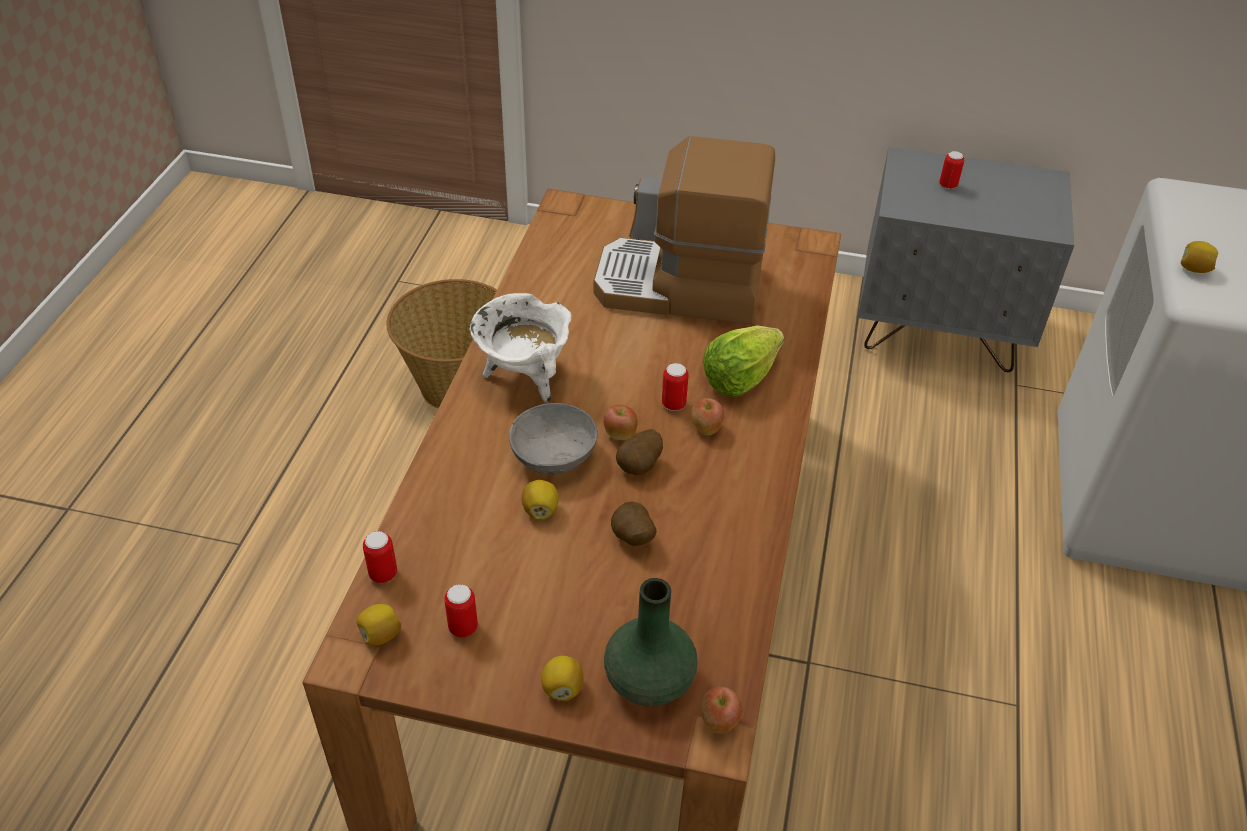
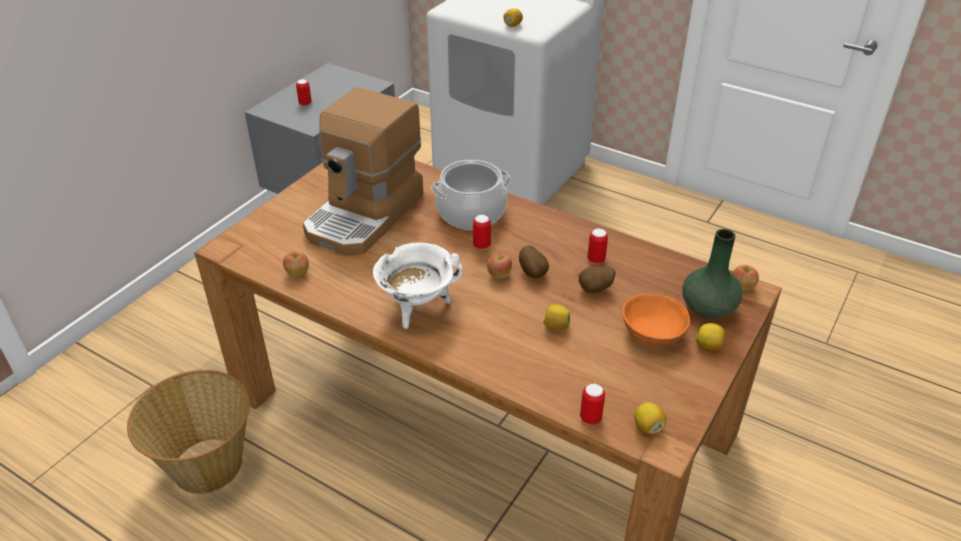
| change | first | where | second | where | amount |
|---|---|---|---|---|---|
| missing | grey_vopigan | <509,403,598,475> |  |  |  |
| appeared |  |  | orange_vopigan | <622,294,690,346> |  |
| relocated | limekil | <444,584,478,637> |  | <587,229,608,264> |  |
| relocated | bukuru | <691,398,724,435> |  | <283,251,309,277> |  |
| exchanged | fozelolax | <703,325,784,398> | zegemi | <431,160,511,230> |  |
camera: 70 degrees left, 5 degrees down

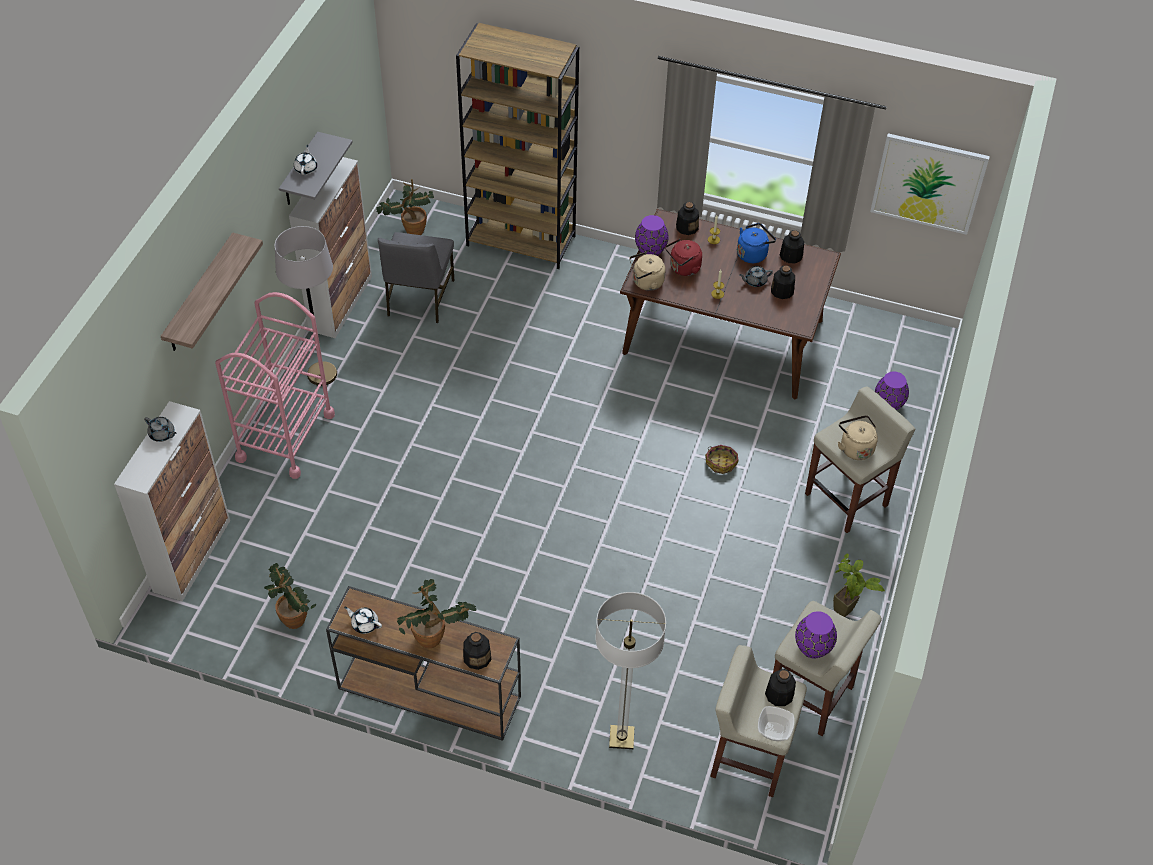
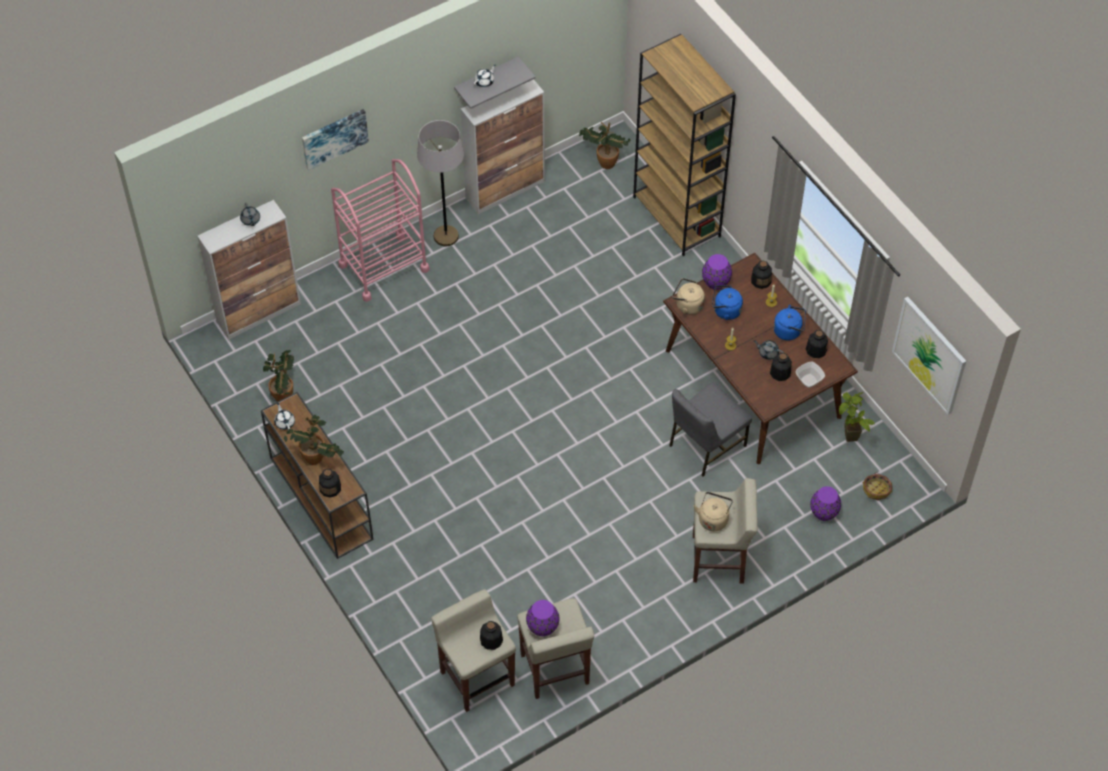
| change | first | where | second | where | amount |
|---|---|---|---|---|---|
| missing | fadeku | <595,592,666,749> |  |  |  |
| relocated | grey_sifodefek | <378,232,454,323> |  | <669,382,752,477> |  |
| relocated | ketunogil | <705,445,739,474> |  | <863,472,892,500> |  |
| relocated | vopigan | <758,706,795,741> |  | <795,361,825,388> |  |
| relocated | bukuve | <833,553,885,617> |  | <839,392,875,442> |  |
| exchanged | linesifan | <161,232,263,351> | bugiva | <302,109,369,170> |  |
| colour | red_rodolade | <665,239,702,276> | blue_rodolade | <712,285,743,320> |  |
camera: 40 degrees right, 5 degrees up

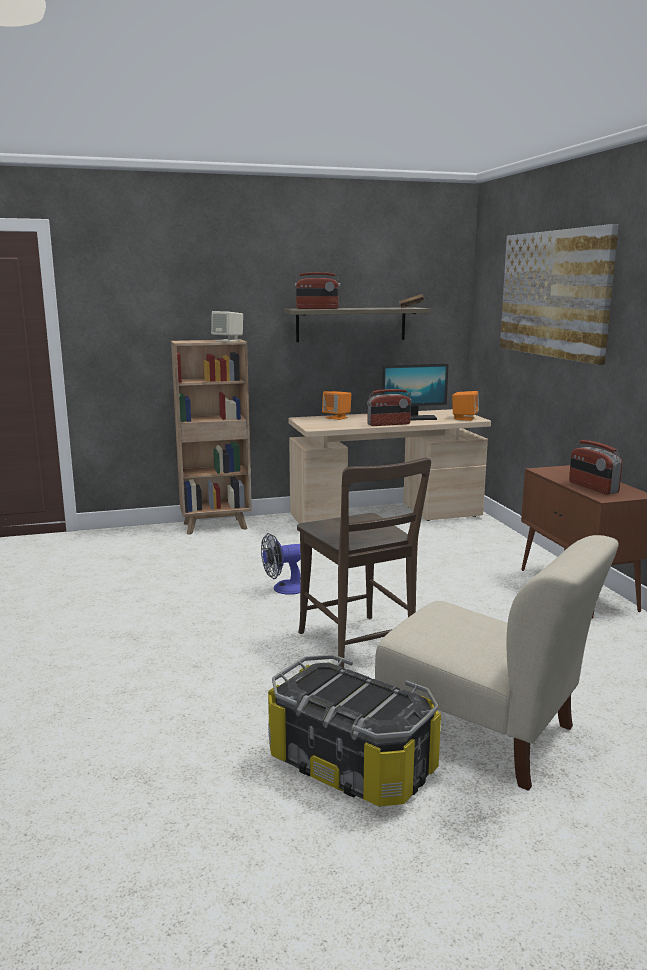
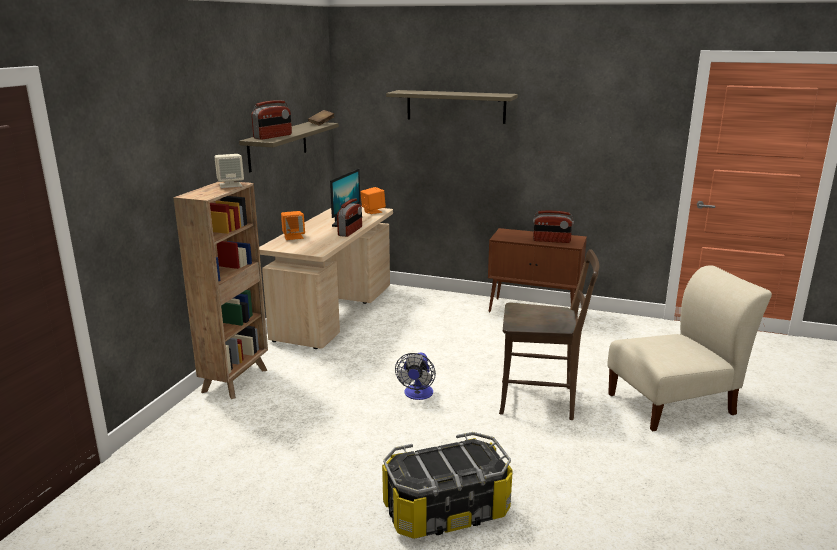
| change | first | where | second | where | amount |
|---|---|---|---|---|---|
| relocated | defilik | <268,655,441,807> |  | <382,432,513,539> |  |
| exchanged | bugiva | <500,224,619,365> | linesifan | <386,90,518,124> |  |
camera: 55 degrees left, 5 degrees up

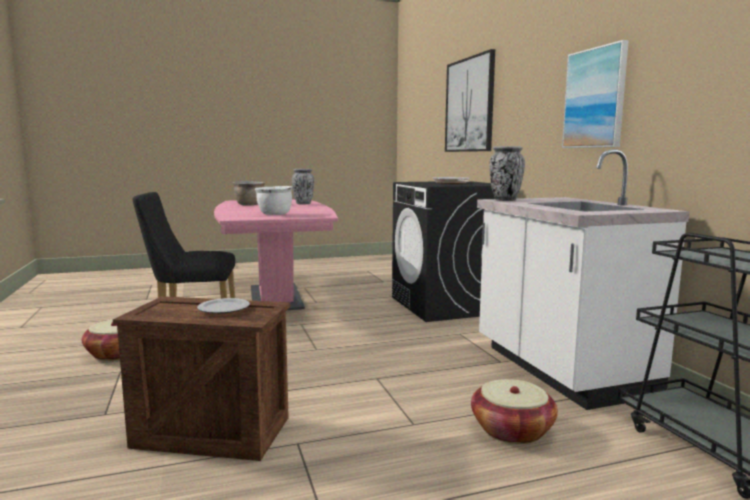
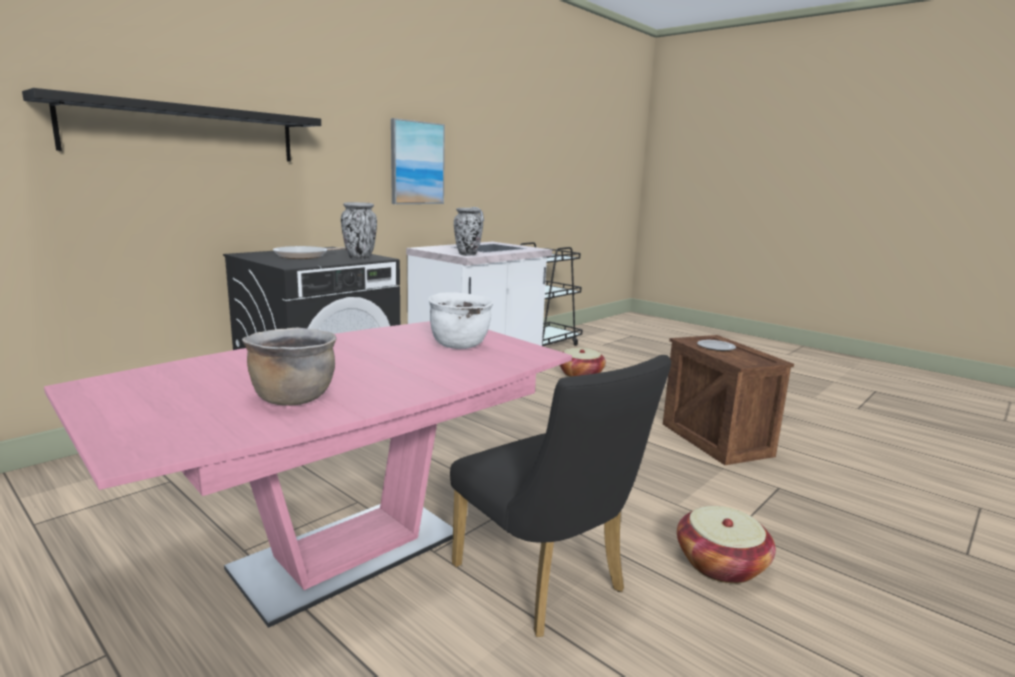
| change | first | where | second | where | amount |
|---|---|---|---|---|---|
| relocated | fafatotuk | <292,169,314,204> |  | <341,202,377,260> |  |
| exchanged | bugiva | <445,49,495,152> | black_linesifan | <22,88,321,162> |  |
camera: 120 degrees left, 5 degrees up

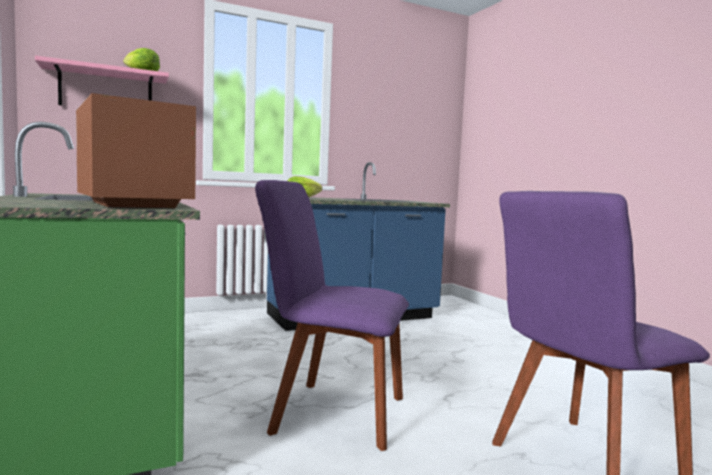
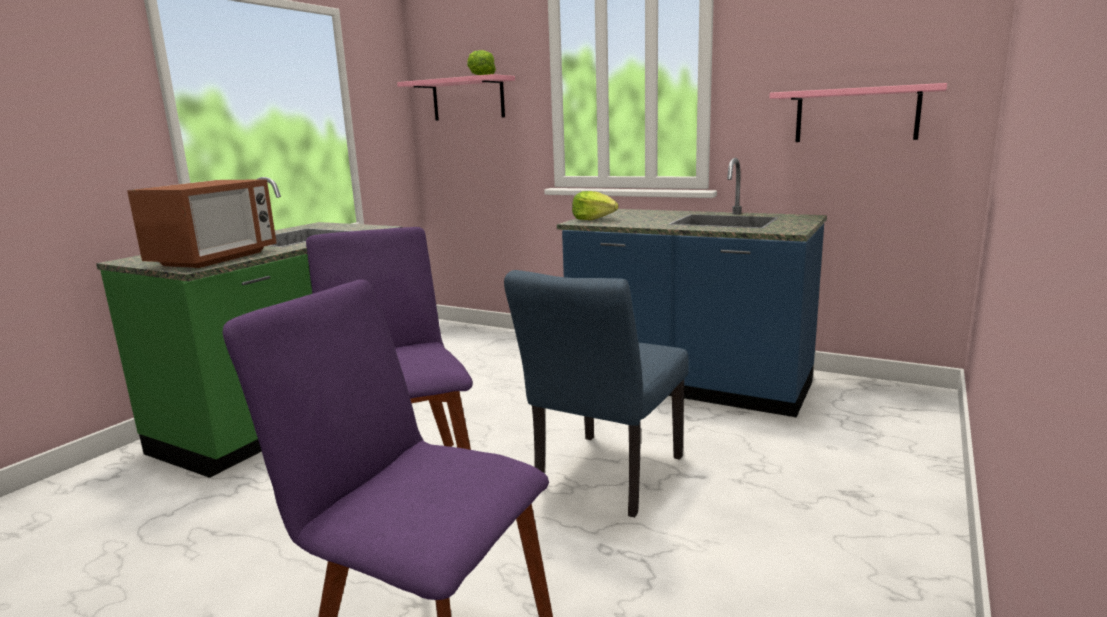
| change | first | where | second | where | amount |
|---|---|---|---|---|---|
| appeared |  |  | blue_sifodefek | <504,270,689,517> |  |
| appeared |  |  | pink_linesifan | <770,83,947,142> |  |
camera: 55 degrees right, 10 degrees up

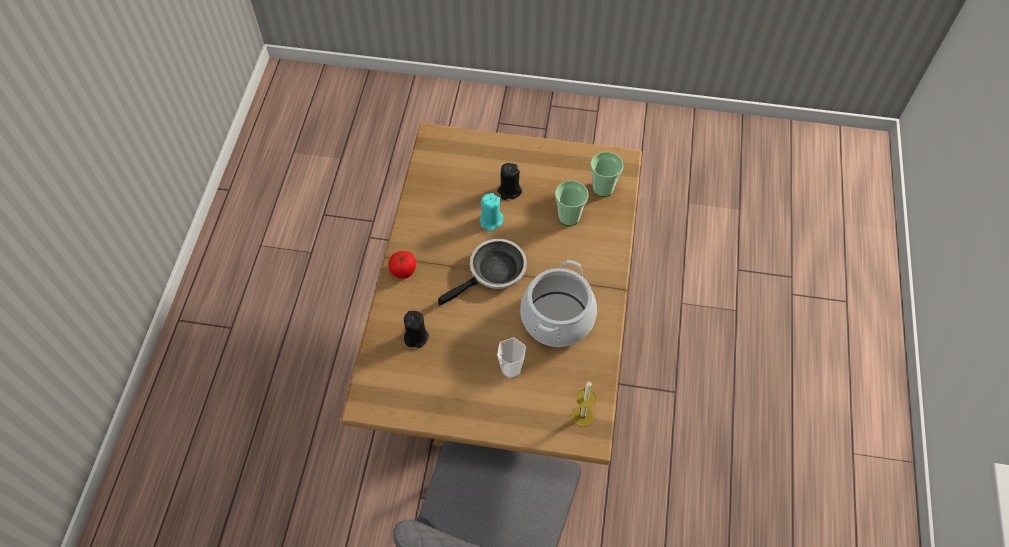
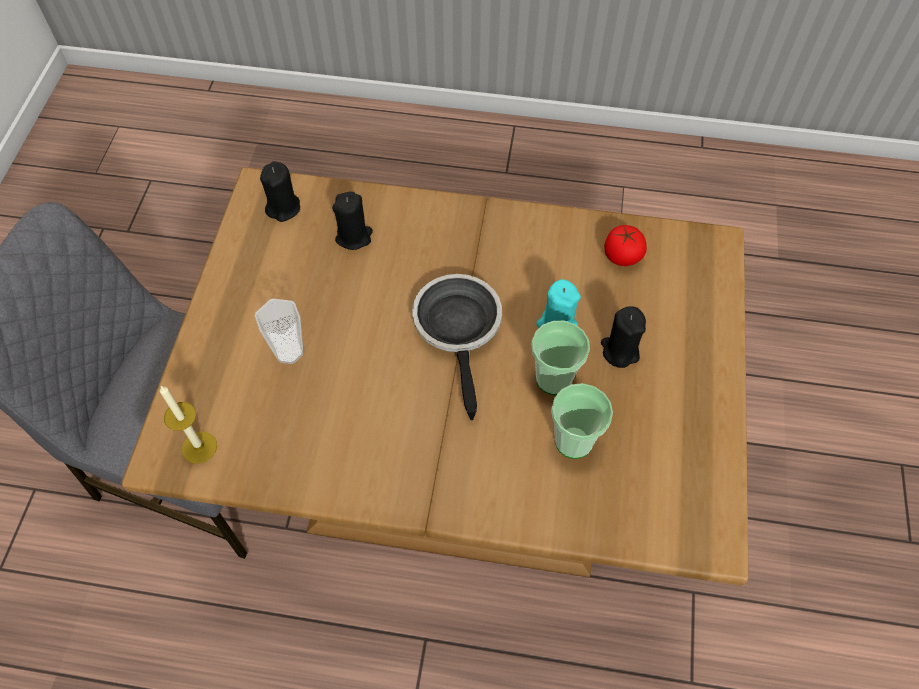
| change | first | where | second | where | amount |
|---|---|---|---|---|---|
| missing | zegemi | <520,260,597,347> |  |  |  |
| appeared |  |  | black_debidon | <260,161,300,222> |  |
| relocated | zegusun | <389,251,416,278> |  | <604,225,647,266> |  |
| relocated | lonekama | <590,152,623,197> |  | <531,321,590,395> |  |
| spun | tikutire | <438,239,527,306> |  | <412,274,502,420> | 150 degrees counterclockwise |
camera: 90 degrees right, 0 degrees up

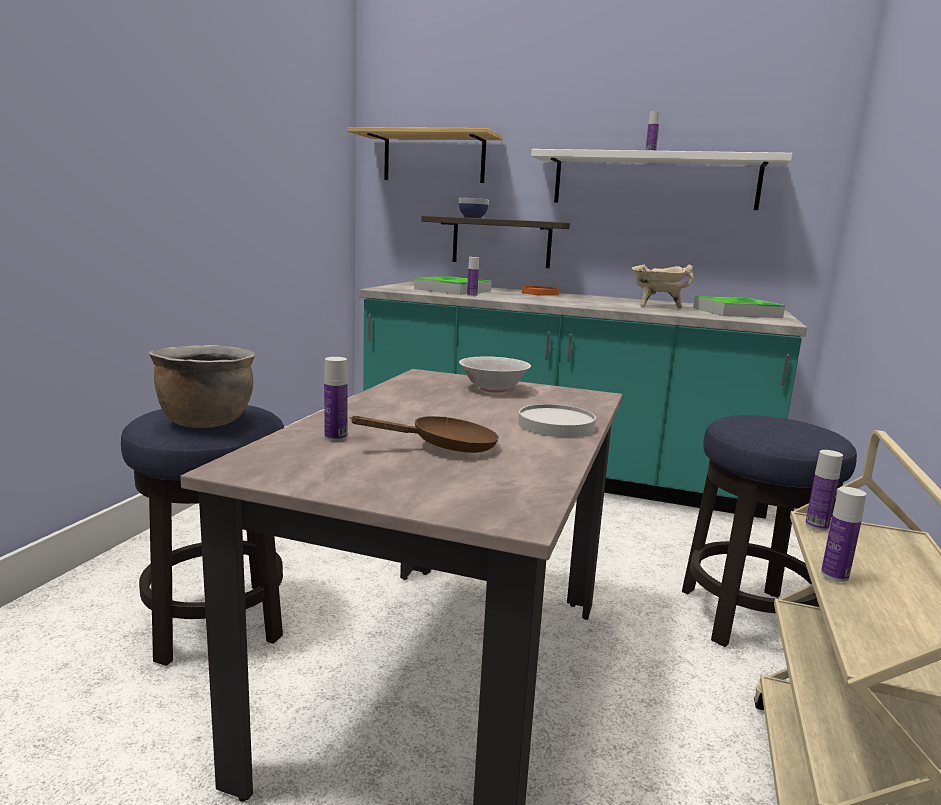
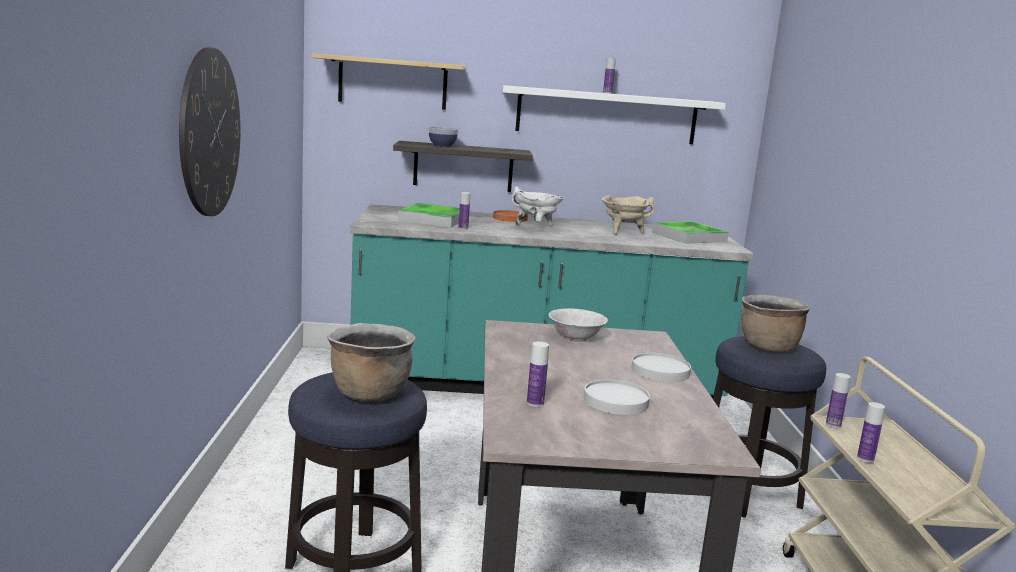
| change | first | where | second | where | amount |
|---|---|---|---|---|---|
| appeared |  |  | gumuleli | <179,47,241,216> |  |
| appeared |  |  | white_zegemi | <511,187,564,226> |  |
| appeared |  |  | brown_zegemi | <741,295,810,353> |  |
| exchanged | brown_tikutire | <349,416,499,453> | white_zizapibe | <584,380,650,415> |  |
camera: 20 degrees left, 0 degrees up

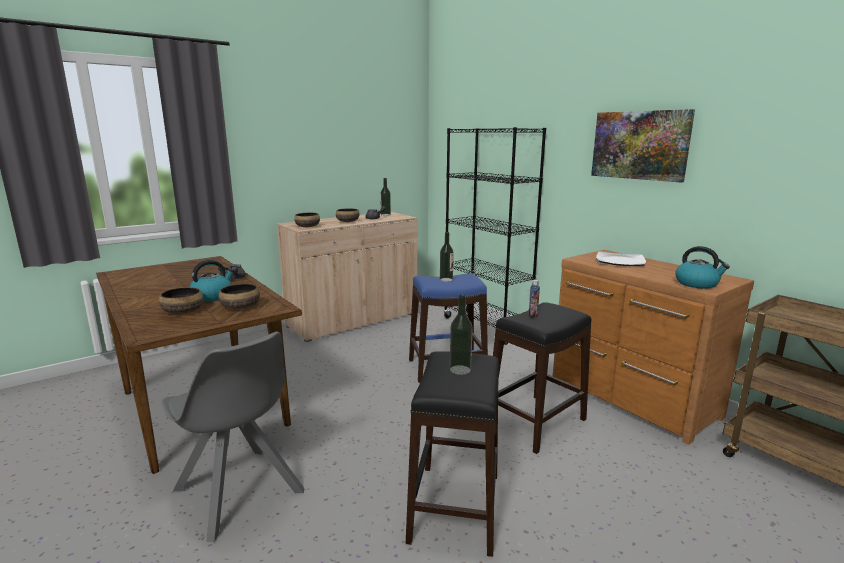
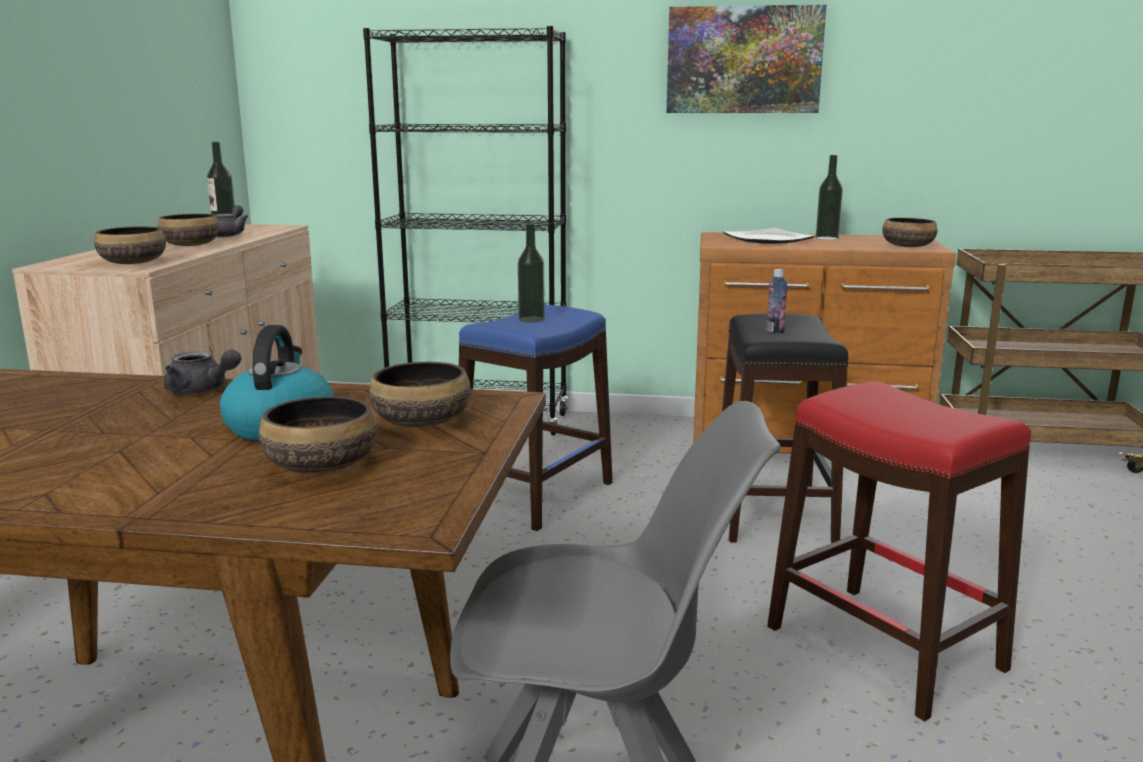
| change | first | where | second | where | amount |
|---|---|---|---|---|---|
| relocated | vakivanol | <450,295,473,375> |  | <816,155,843,240> |  |
| exchanged | rodolade | <675,246,730,288> | vopigan | <882,218,937,247> |  |
| colour | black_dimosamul | <406,351,499,557> | red_dimosamul | <767,381,1031,721> |  |
camera: 45 degrees left, 0 degrees up

